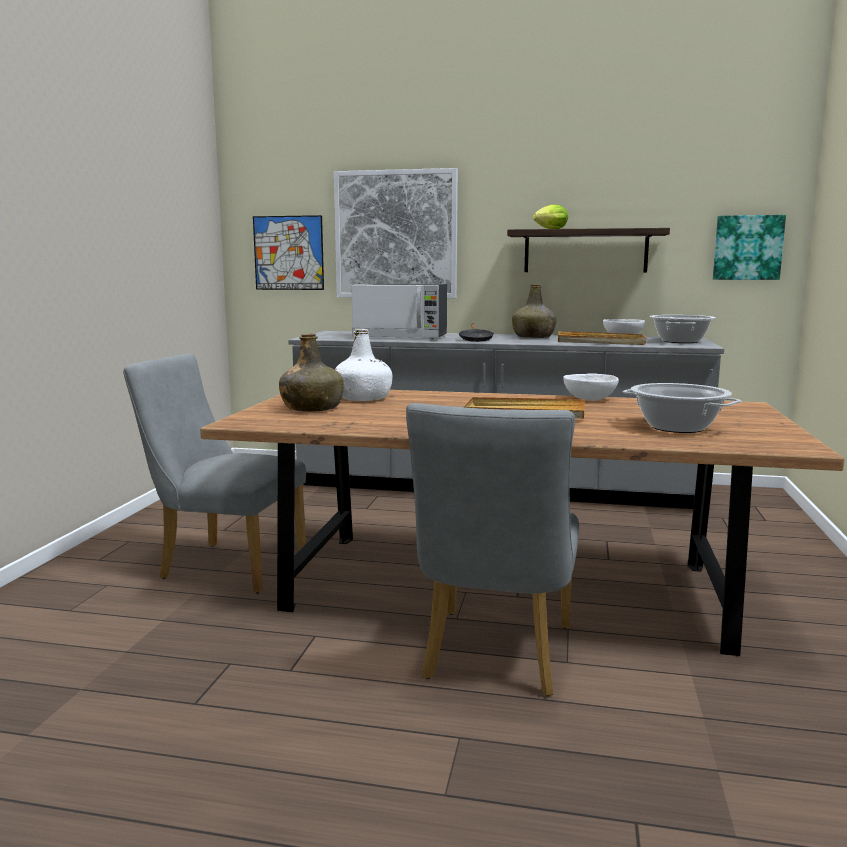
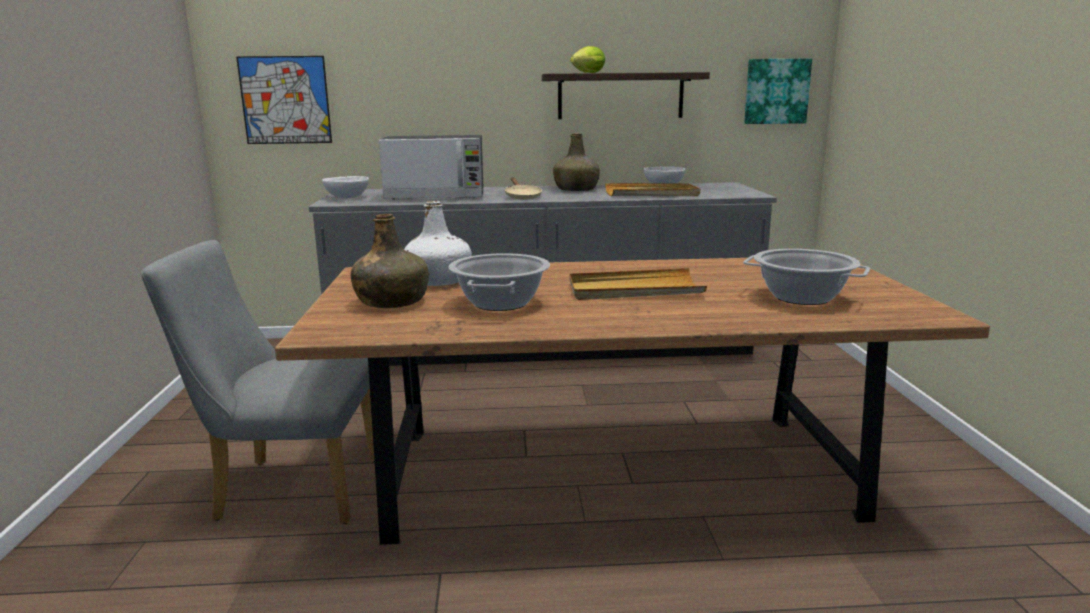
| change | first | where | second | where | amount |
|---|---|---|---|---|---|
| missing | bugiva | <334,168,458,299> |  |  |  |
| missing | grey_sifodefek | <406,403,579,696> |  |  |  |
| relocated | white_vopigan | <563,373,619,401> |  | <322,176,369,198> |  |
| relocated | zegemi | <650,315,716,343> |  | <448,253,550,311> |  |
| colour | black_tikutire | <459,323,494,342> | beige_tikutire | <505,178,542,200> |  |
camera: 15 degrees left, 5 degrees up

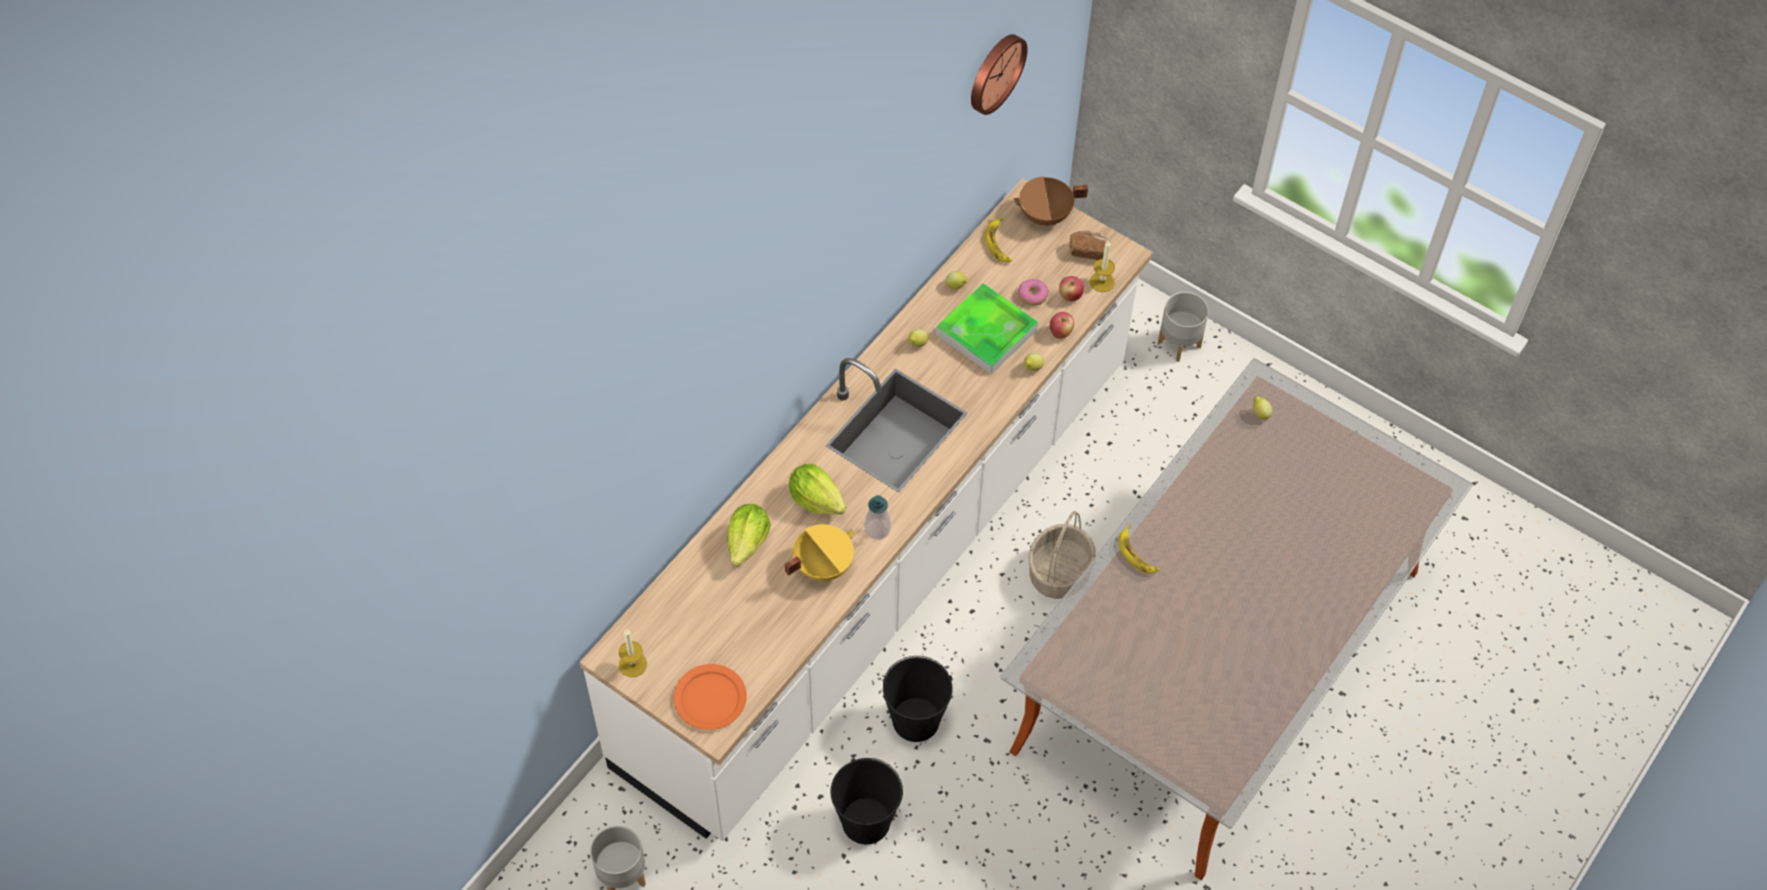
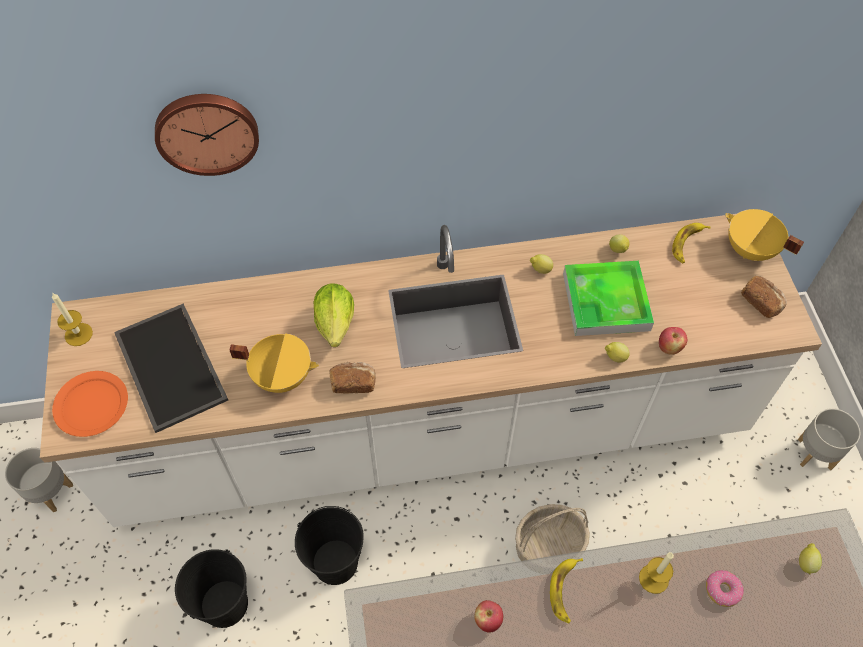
| change | first | where | second | where | amount |
|---|---|---|---|---|---|
| missing | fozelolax | <727,504,771,567> |  |  |  |
| appeared |  |  | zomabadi | <114,304,228,433> |  |
| relocated | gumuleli | <971,34,1028,115> |  | <155,94,259,176> |  |
| relocated | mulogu | <1018,279,1049,306> |  | <706,570,744,607> |  |
| relocated | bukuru | <1059,276,1084,301> |  | <474,600,503,633> |  |
| relocated | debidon | <1089,240,1115,292> |  | <639,552,674,594> |  |
| exchanged | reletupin | <865,495,891,540> | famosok | <329,362,376,394> |  |
| colour | brown_zegemi | <1012,176,1088,226> | yellow_zegemi | <725,209,804,261> |  |
camera: 45 degrees right, 0 degrees up

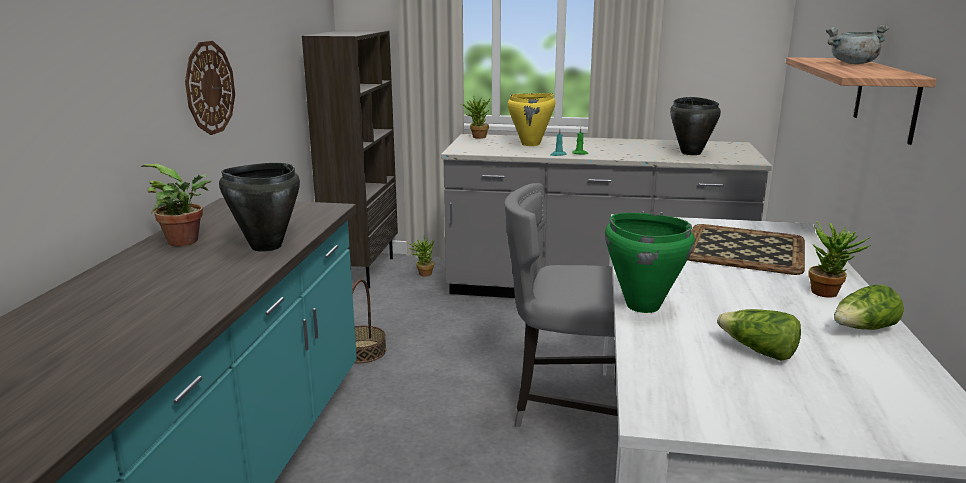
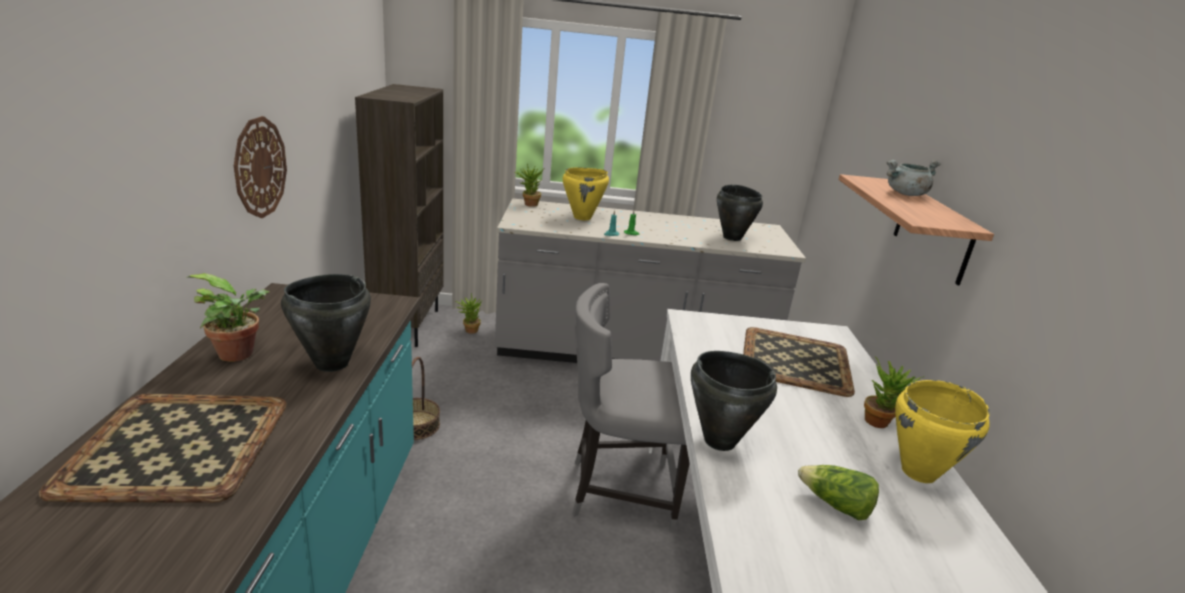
| change | first | where | second | where | amount |
|---|---|---|---|---|---|
| appeared |  |  | zomabadi | <39,394,287,503> |  |
| exchanged | fozelolax | <834,285,904,330> | yellow_zegemi | <895,380,990,483> |  |
| colour | green_zegemi | <605,213,695,313> | black_zegemi | <691,351,777,451> |  |
camera: 10 degrees left, 5 degrees up

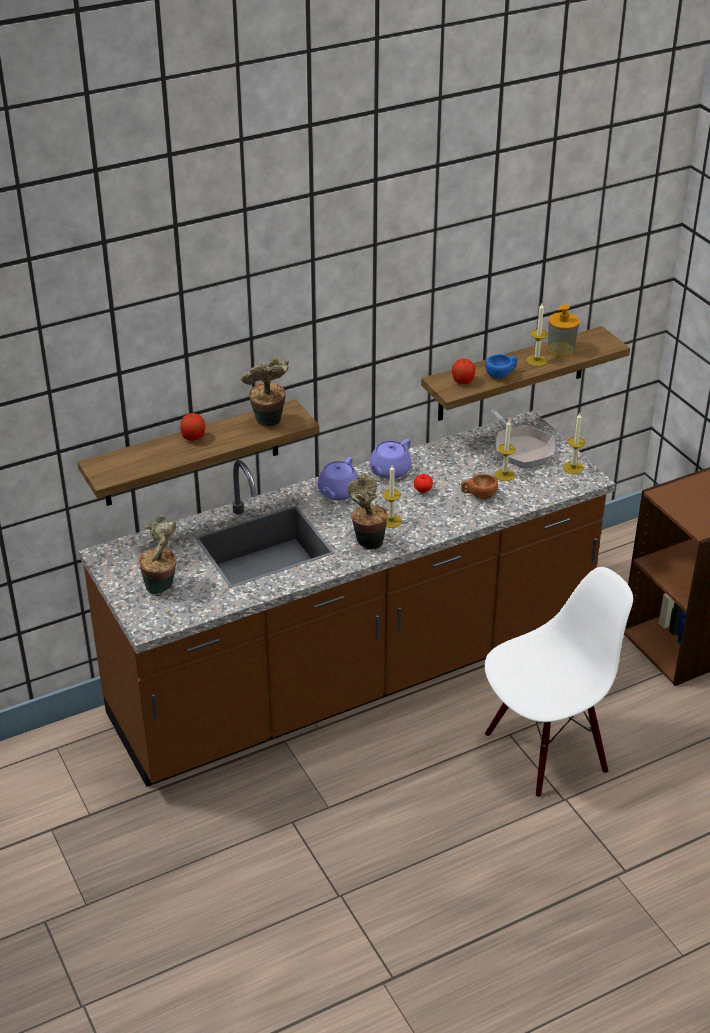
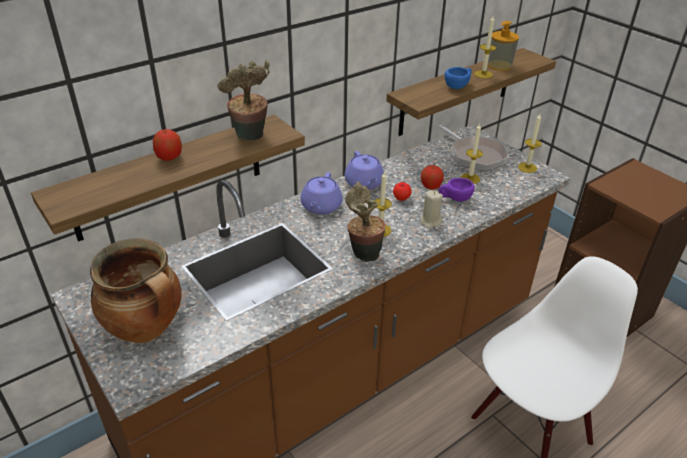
| change | first | where | second | where | amount |
|---|---|---|---|---|---|
| appeared |  |  | beige_debidon | <420,190,443,229> |  |
| relocated | bukuru | <452,358,475,384> |  | <421,165,444,190> |  |
| exchanged | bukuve | <138,515,177,594> | zegemi | <90,238,182,343> |  |
| colour | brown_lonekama | <461,474,498,499> | purple_lonekama | <439,178,475,202> |  |
| spun | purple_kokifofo | <368,439,412,479> |  | <345,151,384,190> | 45 degrees counterclockwise |
camera: 10 degrees left, 0 degrees up

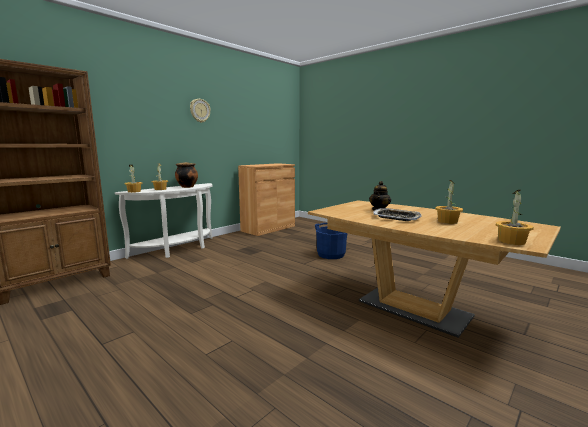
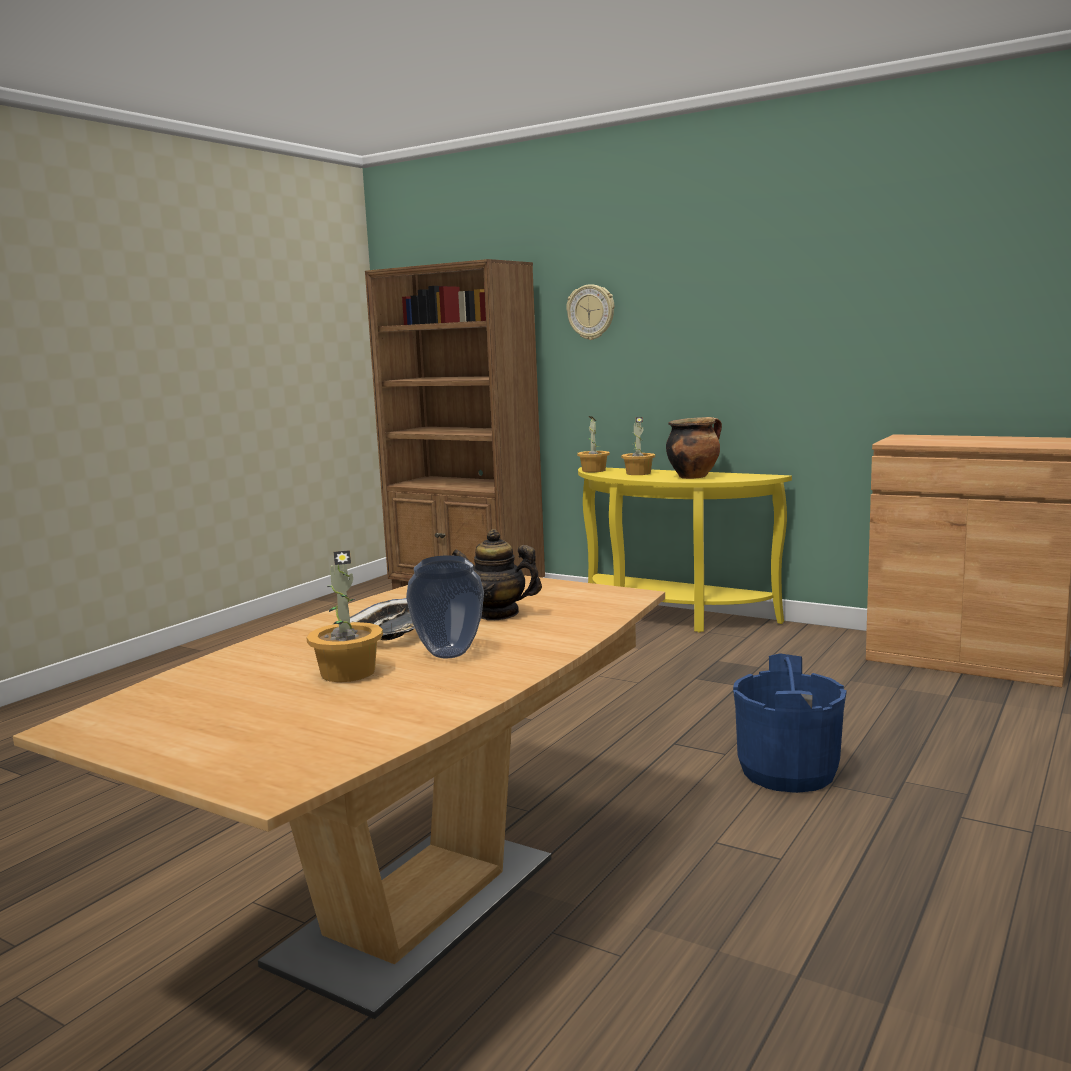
| change | first | where | second | where | amount |
|---|---|---|---|---|---|
| missing | bukuve | <496,190,534,245> |  |  |  |
| appeared |  |  | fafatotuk | <406,555,484,658> |  |
| relocated | gumuleli | <190,99,211,123> |  | <566,284,615,340> |  |
| colour | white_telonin | <115,183,213,259> | yellow_telonin | <578,467,792,633> |  |
camera: 80 degrees right, 0 degrees up

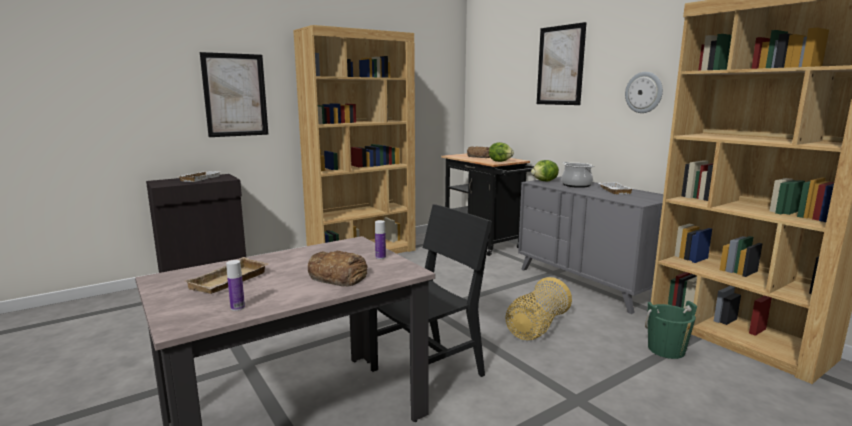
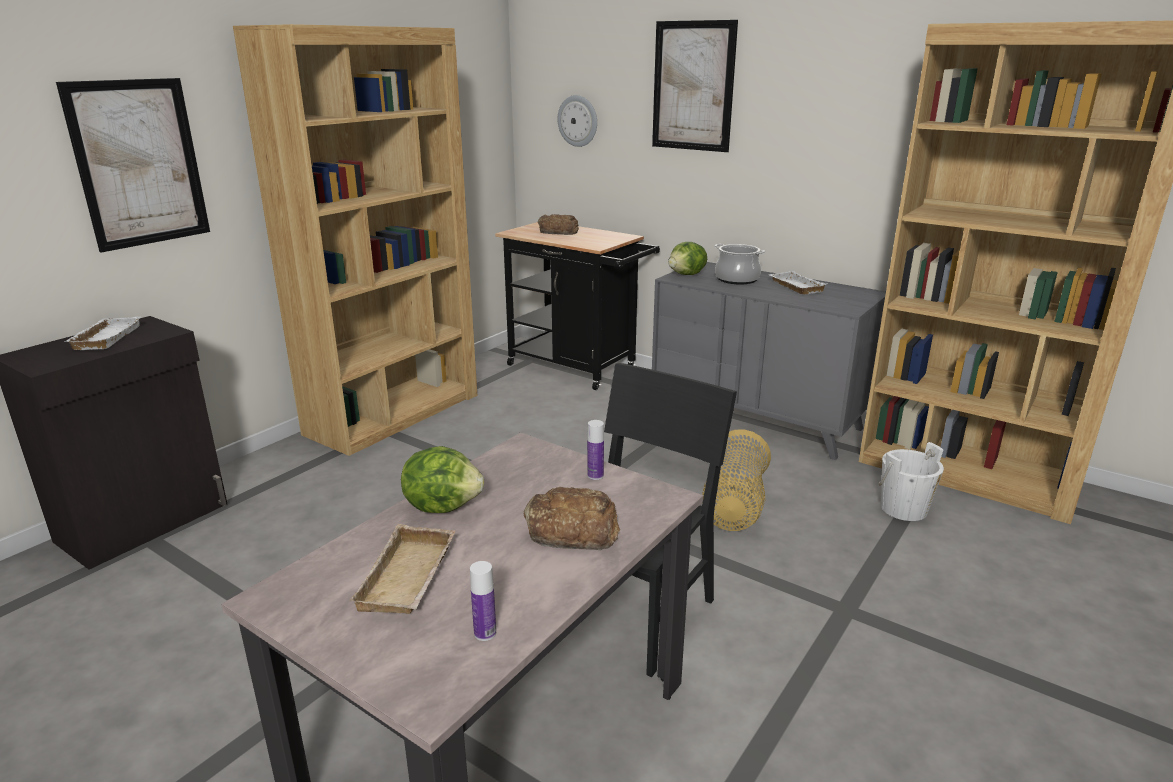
| change | first | where | second | where | amount |
|---|---|---|---|---|---|
| relocated | fozelolax | <489,142,514,162> |  | <401,446,484,513> |  |
| relocated | gumuleli | <625,72,663,113> |  | <557,95,597,147> |  |
| colour | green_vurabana | <645,301,697,359> | white_vurabana | <878,442,944,521> |  |
camera: 20 degrees left, 10 degrees up

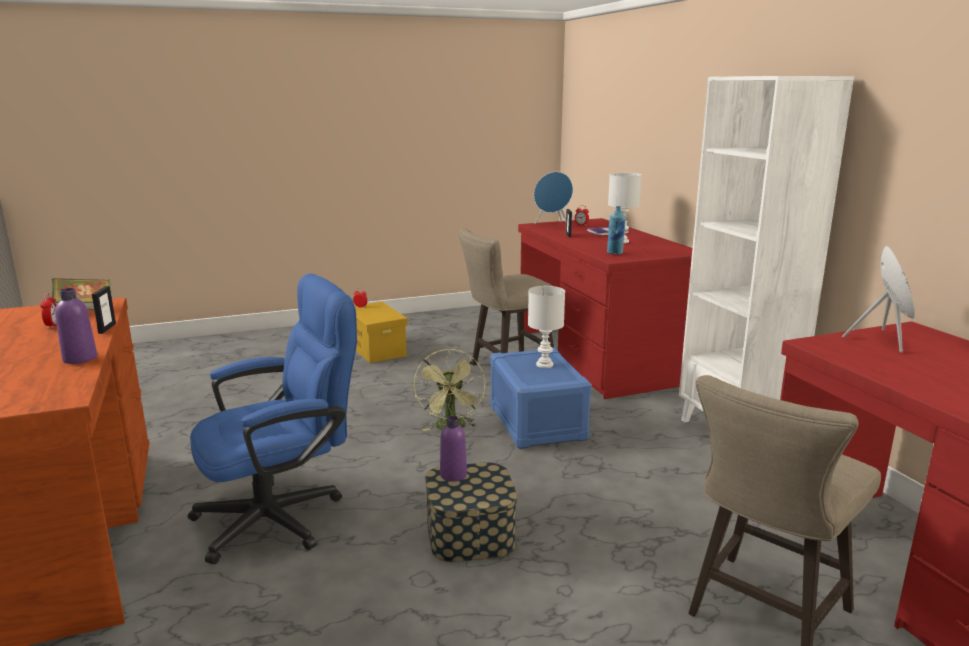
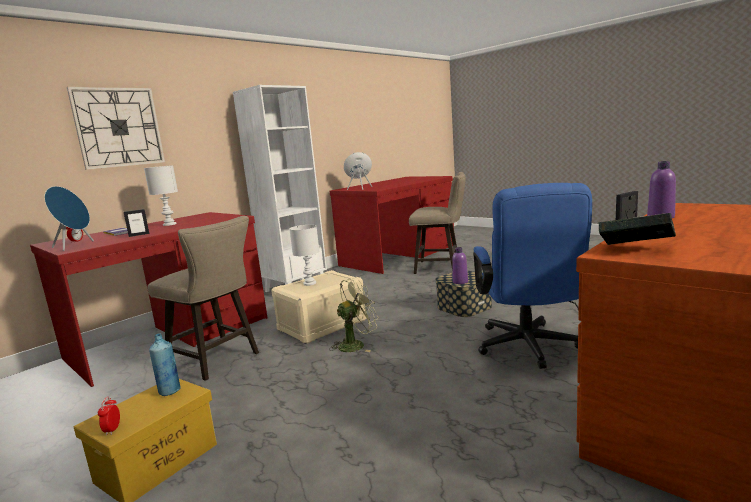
| change | first | where | second | where | amount |
|---|---|---|---|---|---|
| missing | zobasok | <40,293,57,329> |  |  |  |
| appeared |  |  | gumuleli | <67,87,165,170> |  |
| relocated | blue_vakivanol | <607,206,626,255> |  | <149,333,181,396> |  |
| colour | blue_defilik | <490,348,592,449> | beige_defilik | <271,270,366,344> |  |
| spun | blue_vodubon | <187,273,357,564> |  | <473,183,592,369> | 120 degrees counterclockwise |
camera: 115 degrees left, 5 degrees down

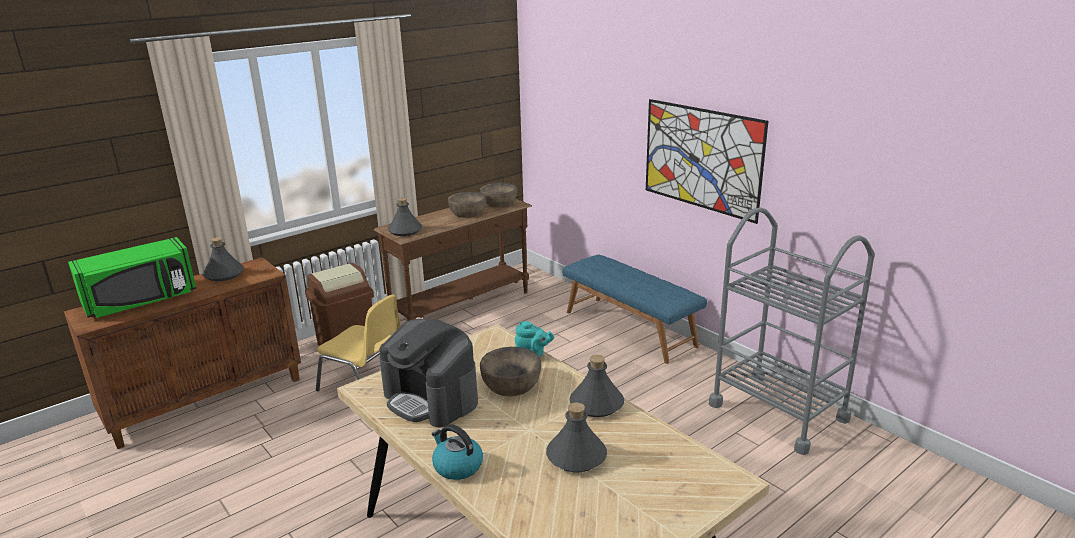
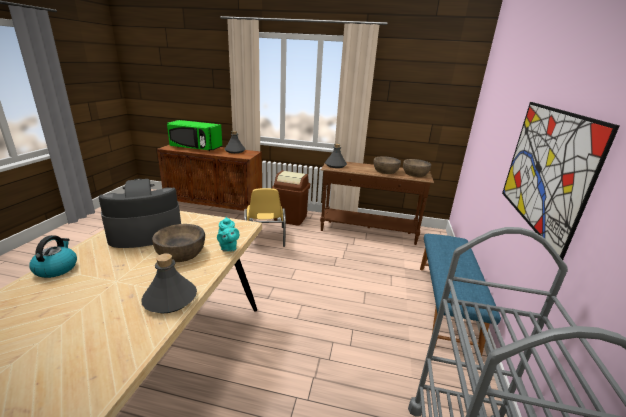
| change | first | where | second | where | amount |
|---|---|---|---|---|---|
| missing | grey_vakivanol | <546,403,607,472> |  |  |  |
| spun | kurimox | <379,319,478,428> |  | <99,179,181,248> | 60 degrees clockwise |
camera: 50 degrees right, 0 degrees up

